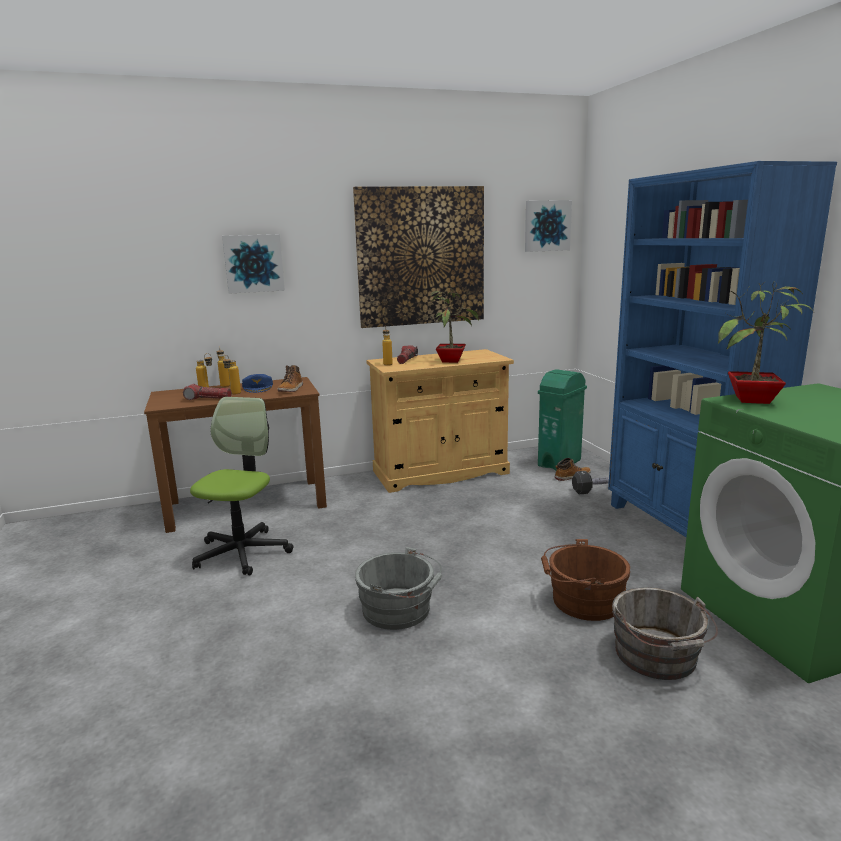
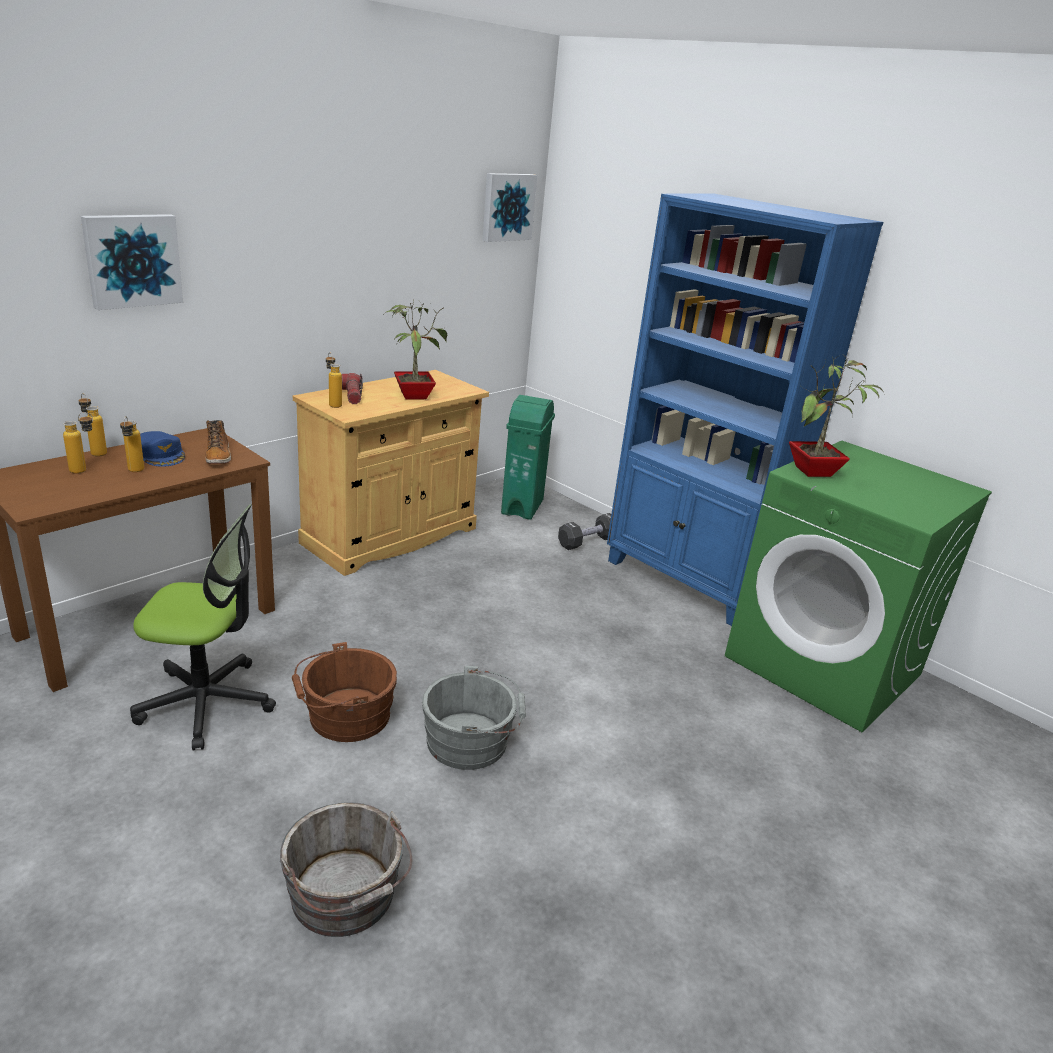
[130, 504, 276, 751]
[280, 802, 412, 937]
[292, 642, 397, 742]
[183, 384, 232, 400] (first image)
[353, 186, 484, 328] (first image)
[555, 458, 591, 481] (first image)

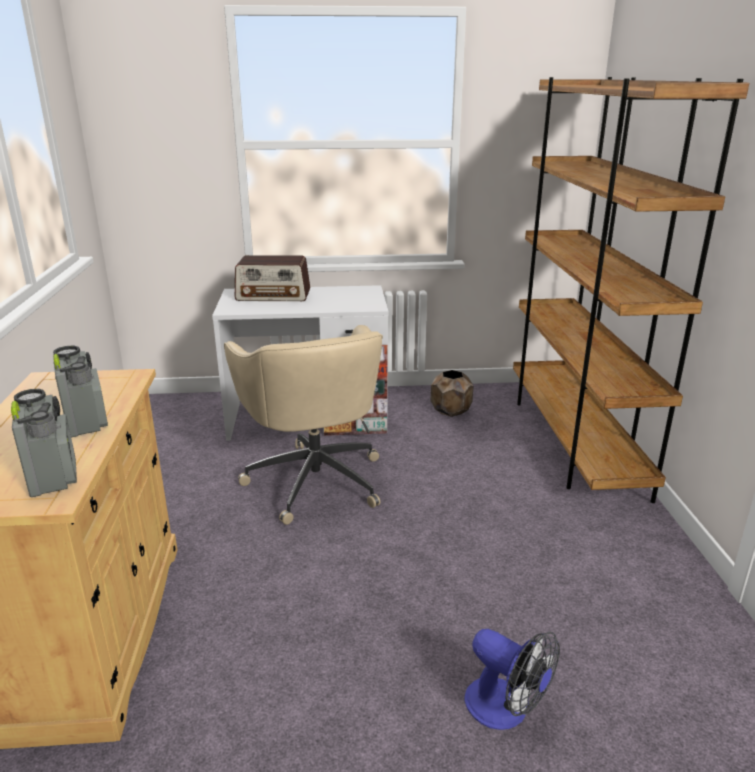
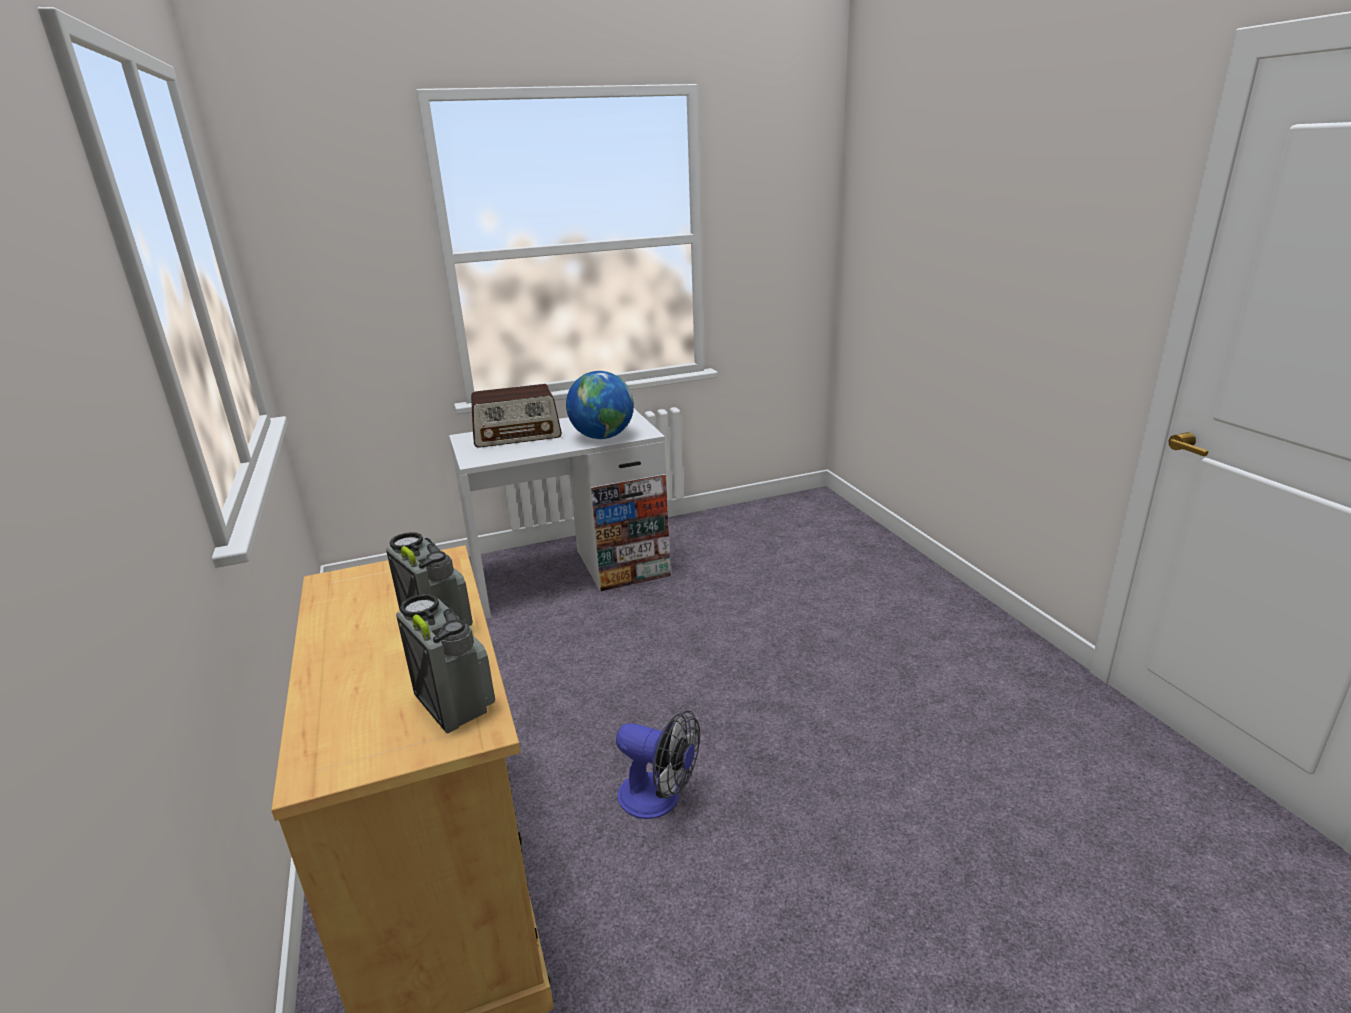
[566, 371, 634, 439]
[616, 710, 700, 819]
[224, 325, 383, 525] (first image)
[430, 370, 474, 417] (first image)
[513, 77, 749, 503] (first image)

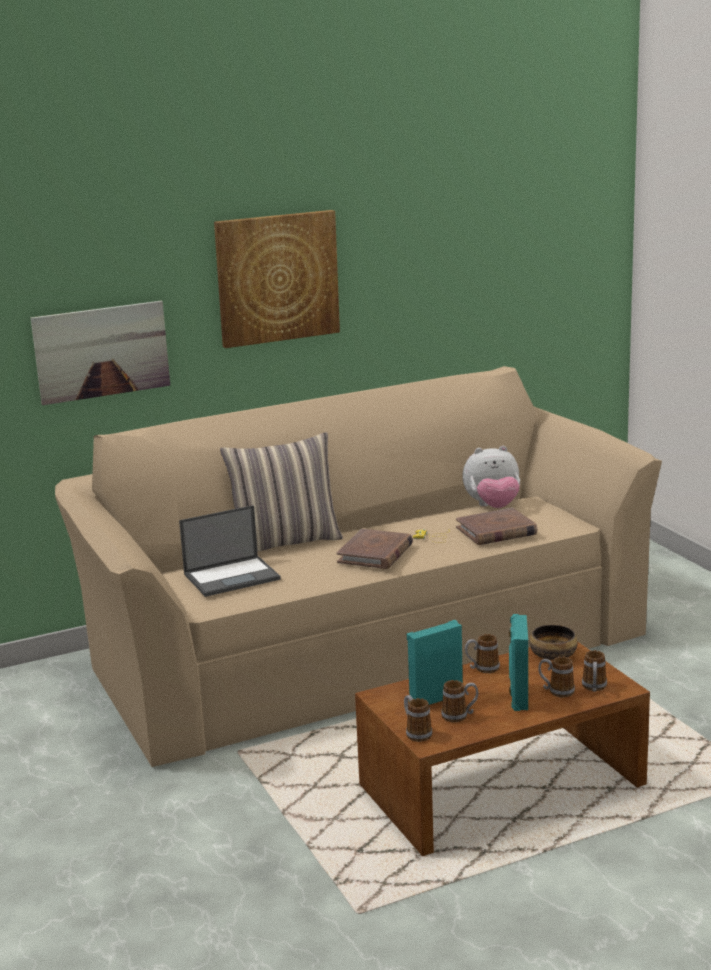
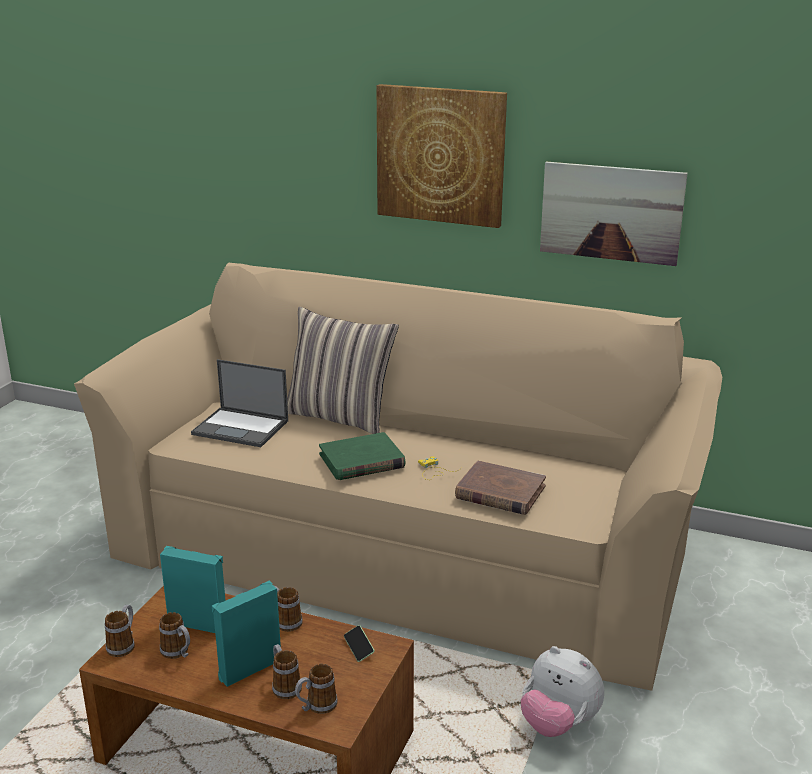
[319, 432, 406, 480]
[344, 625, 375, 662]
[521, 646, 604, 737]
[540, 161, 688, 266]

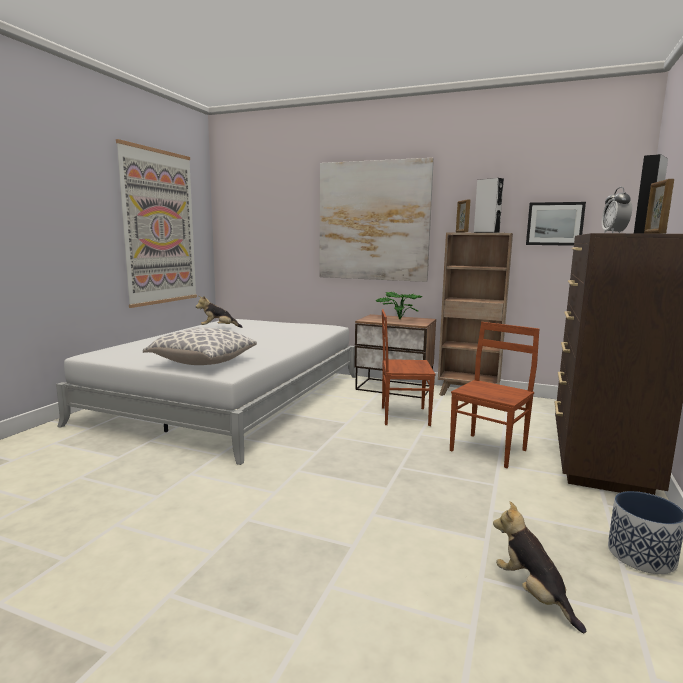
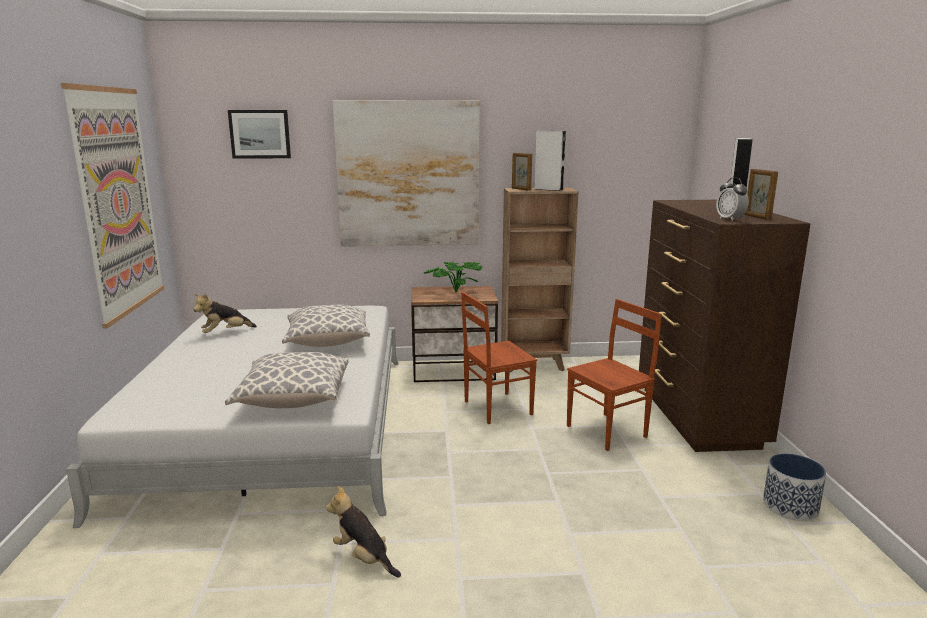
[228, 110, 291, 159]
[282, 304, 370, 347]
[326, 486, 401, 578]
[567, 299, 662, 451]

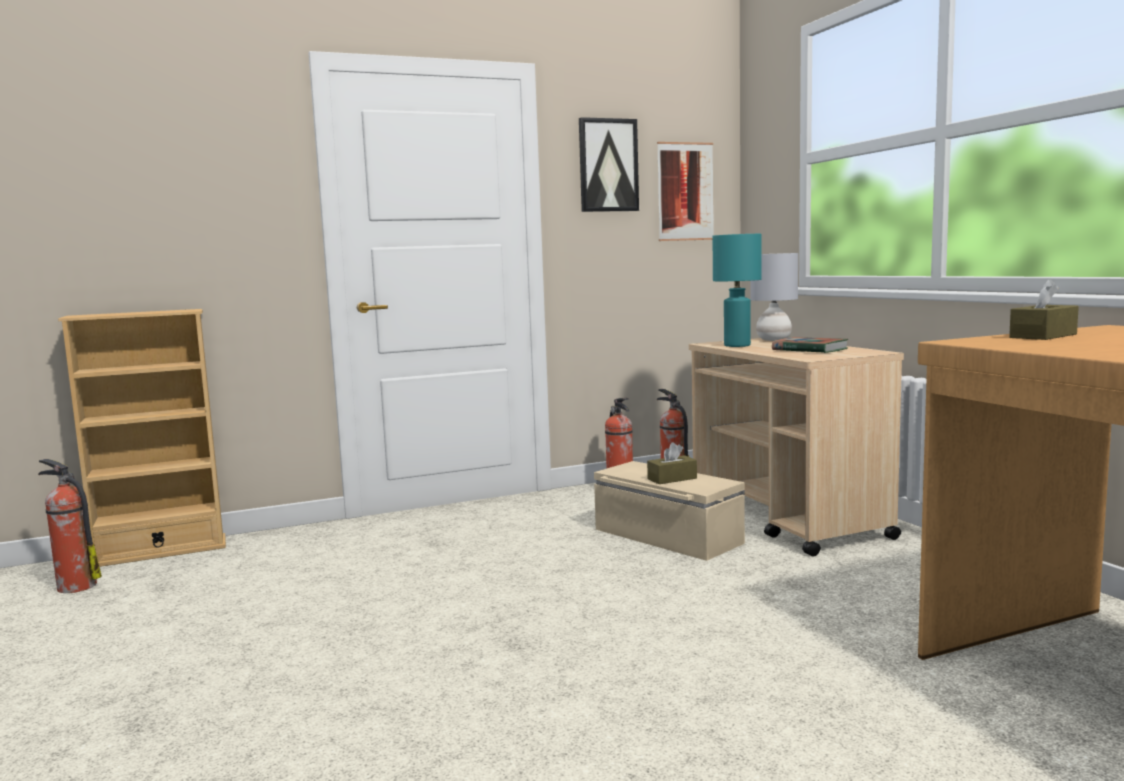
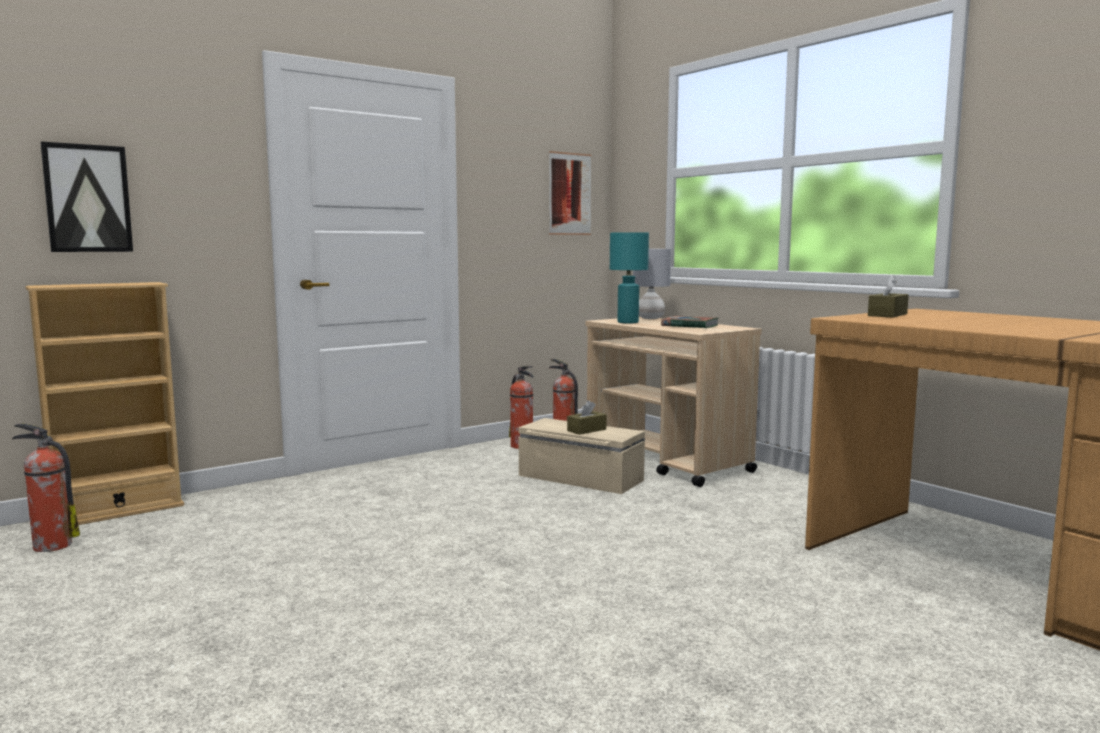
[40, 141, 133, 252]

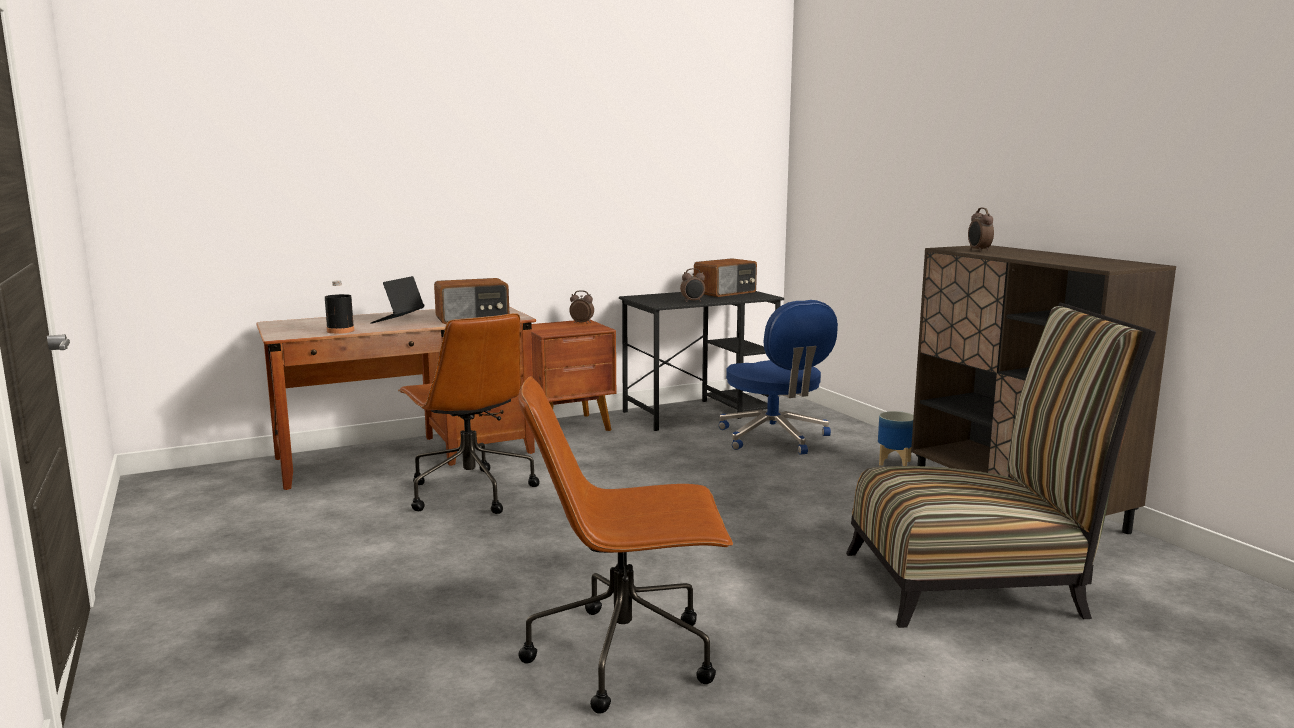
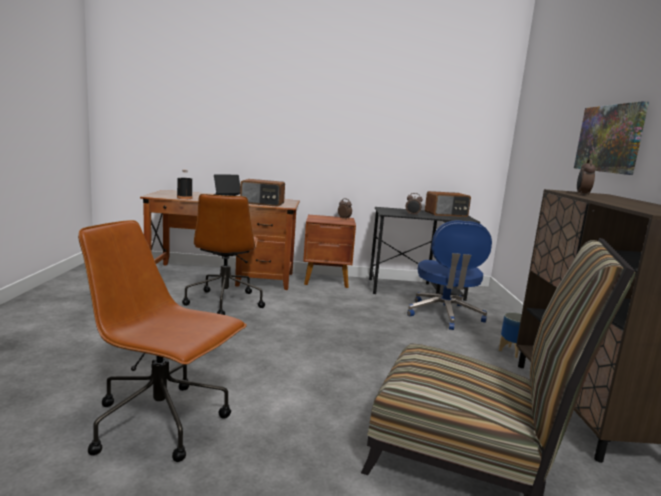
[574, 101, 649, 175]

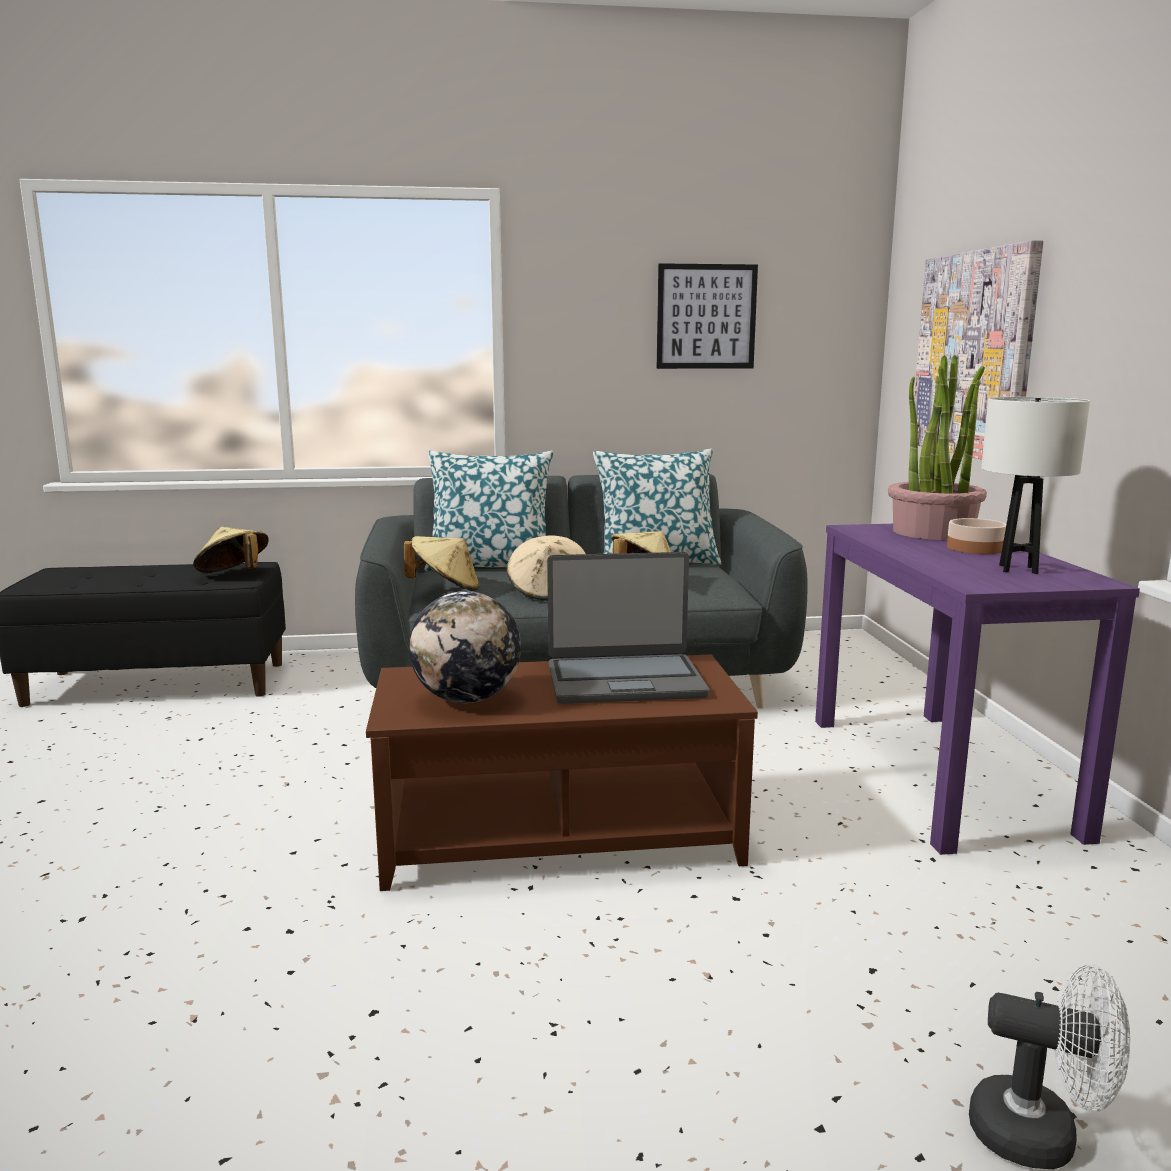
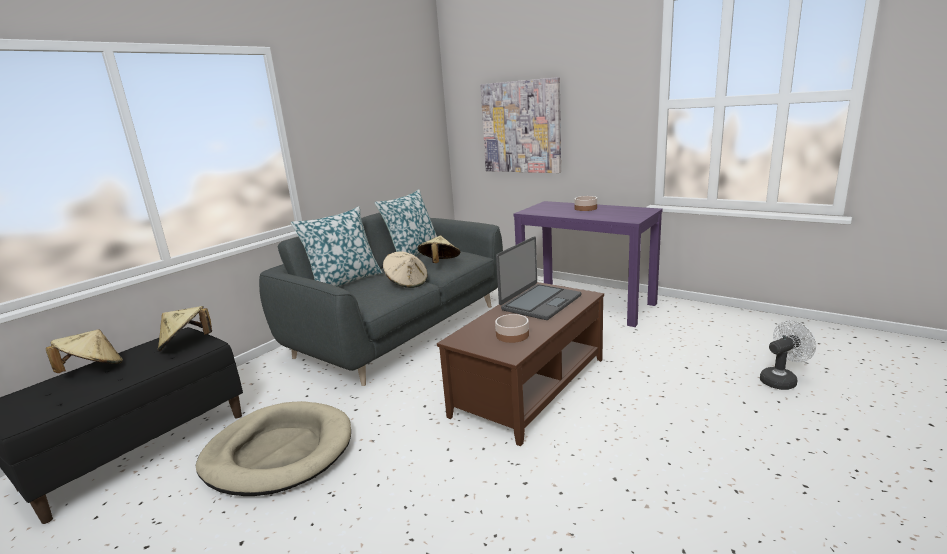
[45, 329, 123, 373]
[196, 401, 351, 496]
[495, 314, 529, 343]
[657, 263, 758, 369] (first image)
[888, 355, 987, 540] (first image)
[981, 397, 1090, 574] (first image)

